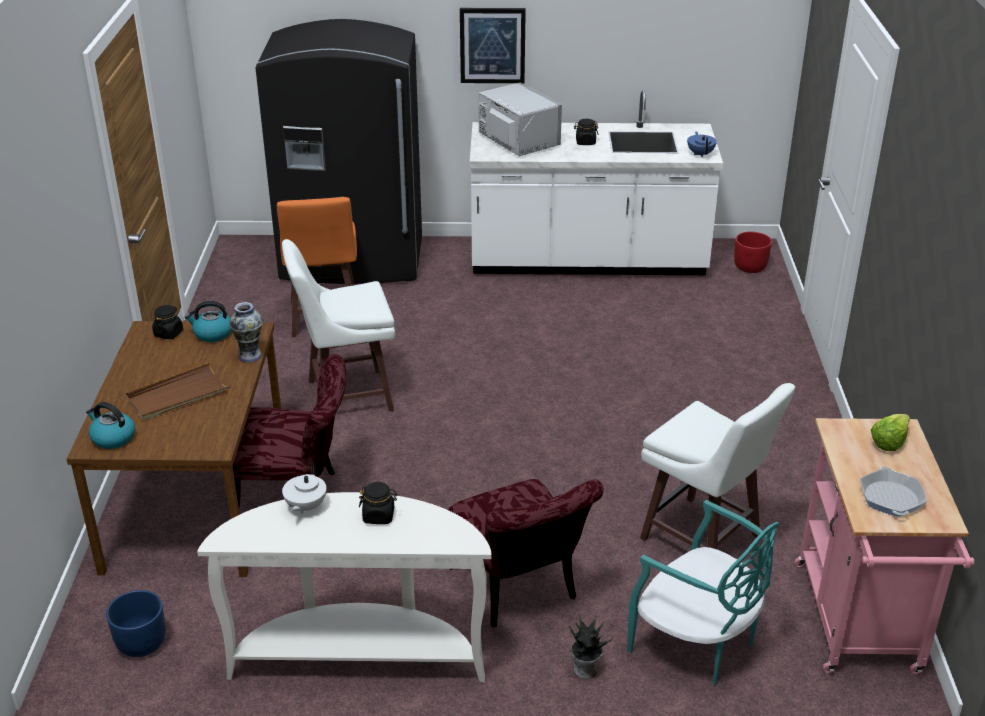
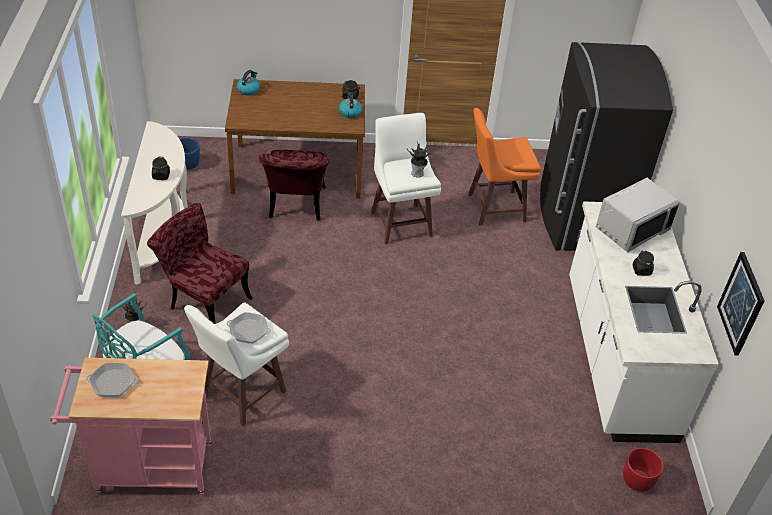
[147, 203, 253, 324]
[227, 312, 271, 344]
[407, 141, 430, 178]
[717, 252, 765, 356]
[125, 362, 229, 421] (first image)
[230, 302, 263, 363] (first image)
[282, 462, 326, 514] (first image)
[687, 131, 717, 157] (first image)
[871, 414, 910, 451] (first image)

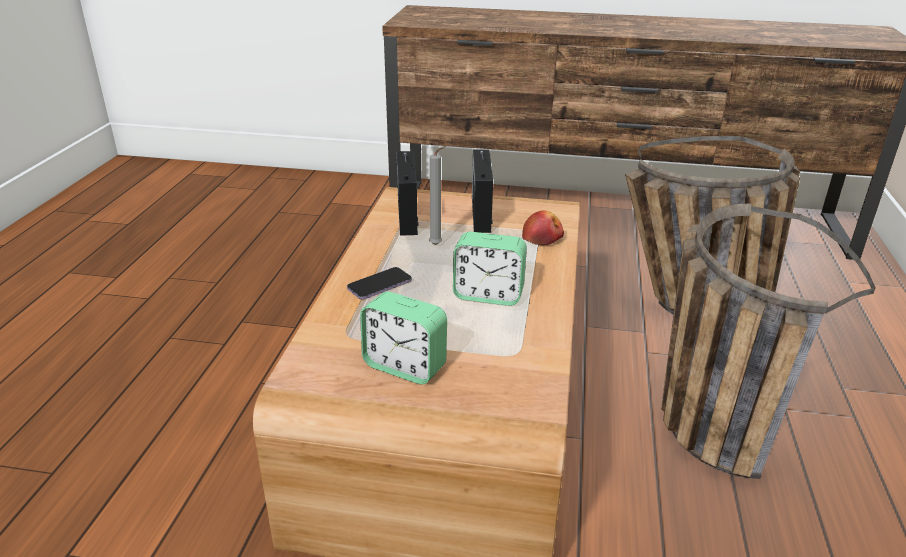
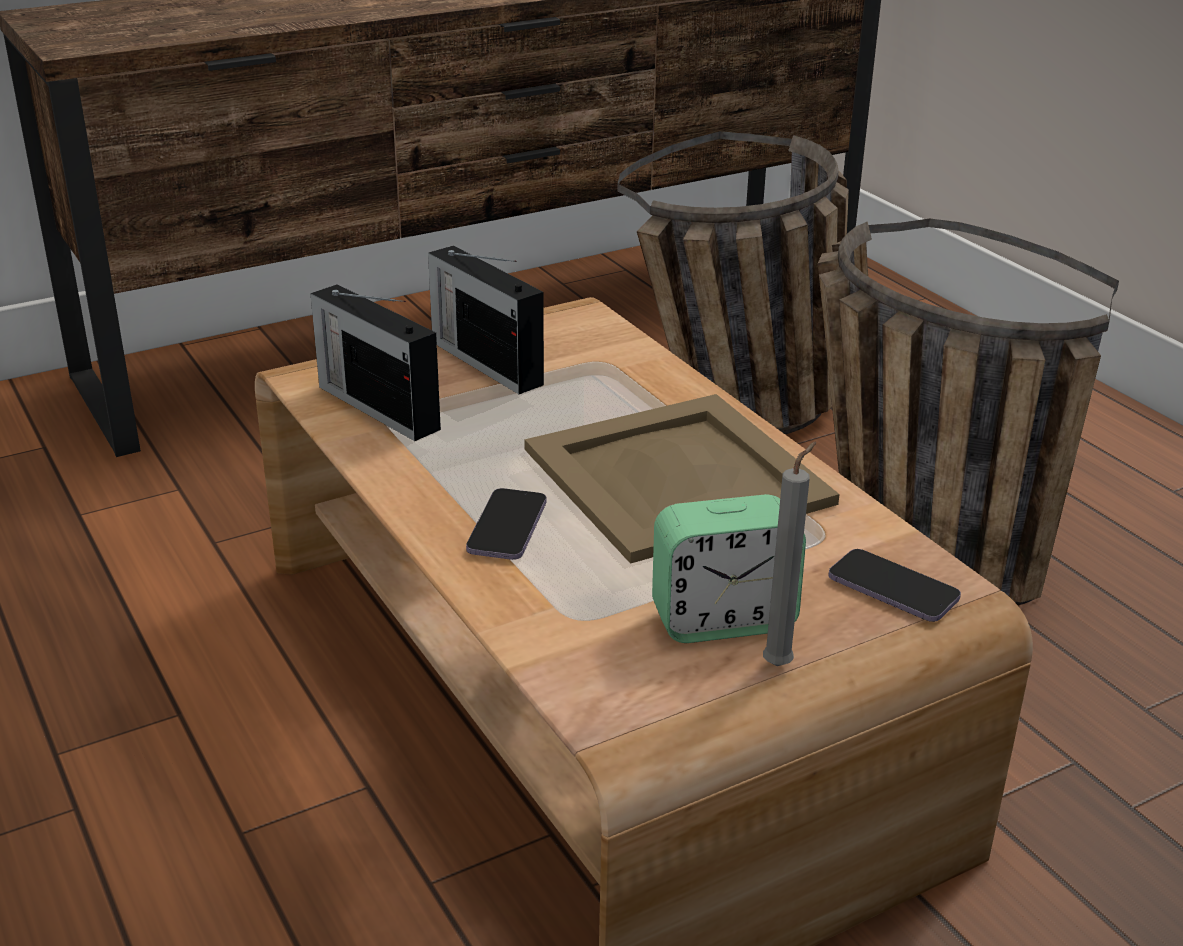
[524, 394, 840, 564]
[763, 441, 816, 666]
[829, 549, 961, 622]
[522, 211, 564, 245] (first image)

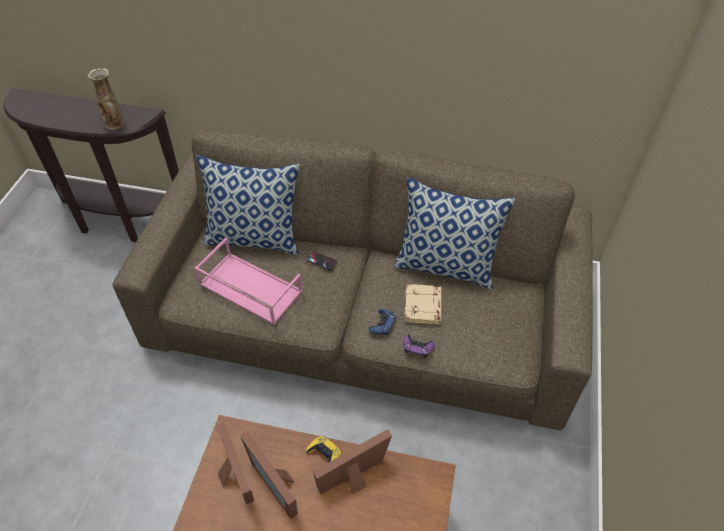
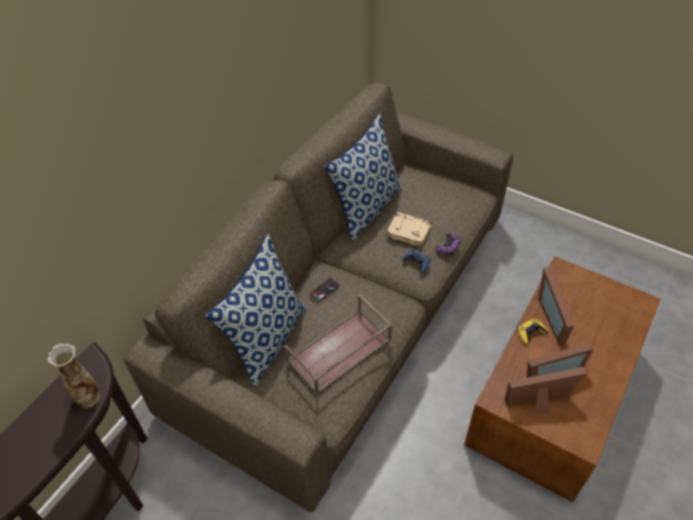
[284, 295, 392, 395]

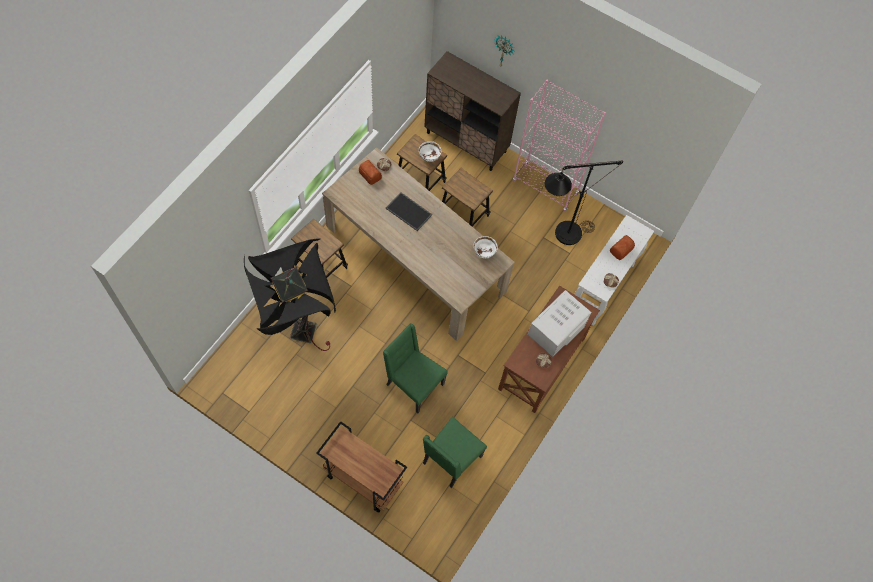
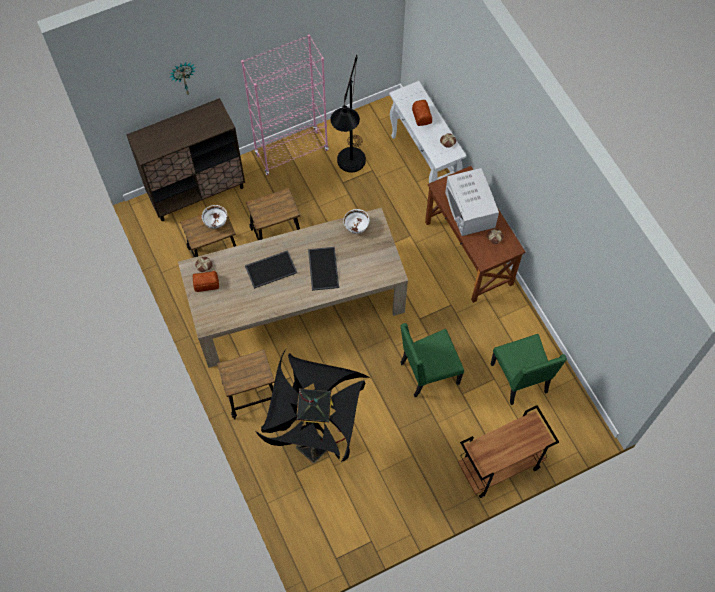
[308, 247, 339, 291]

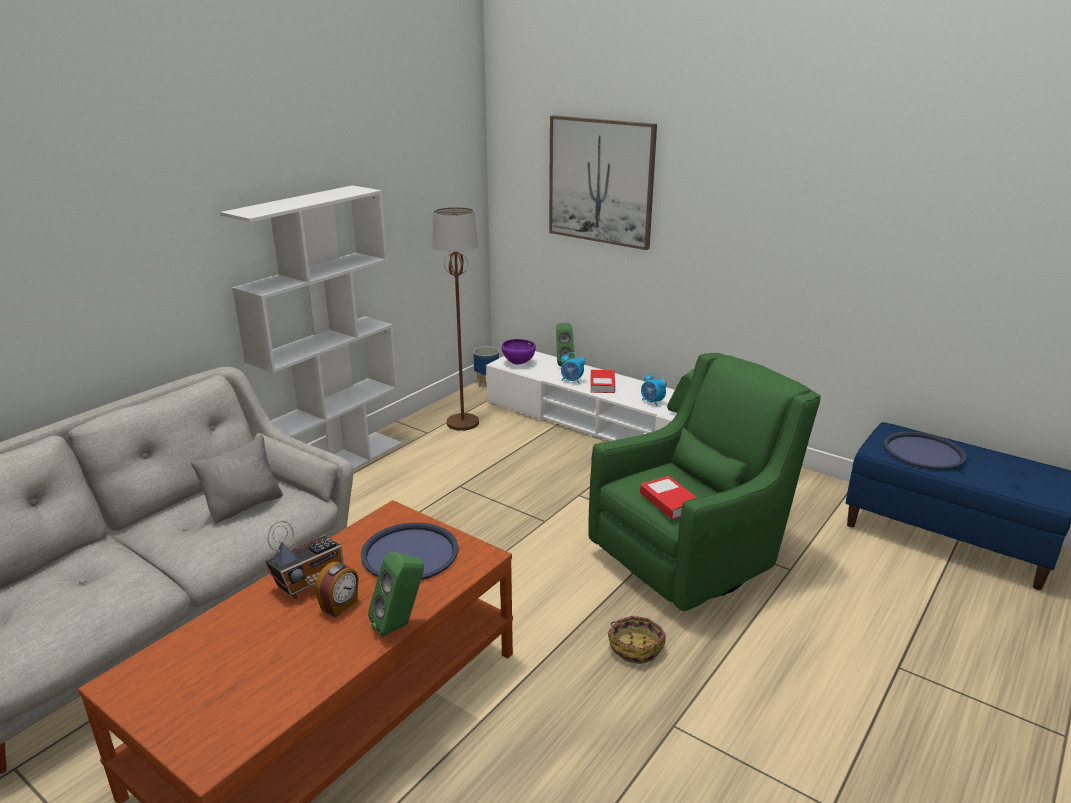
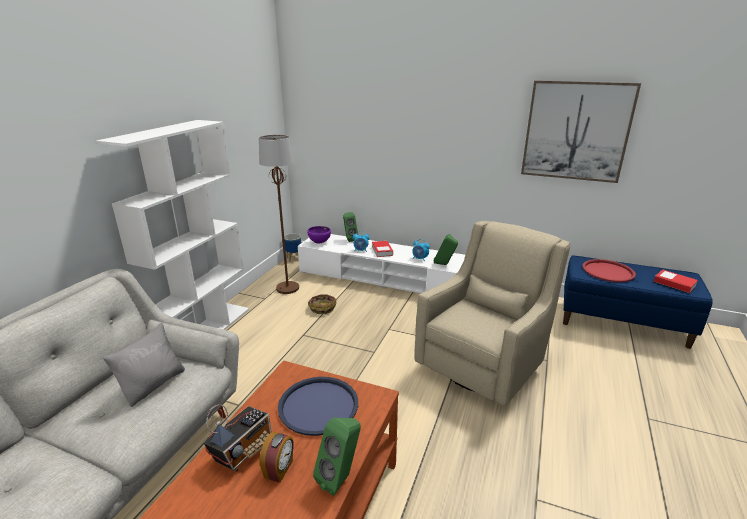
[308, 295, 336, 314]
[415, 221, 570, 406]
[521, 80, 641, 183]
[582, 259, 636, 282]
[654, 270, 698, 293]

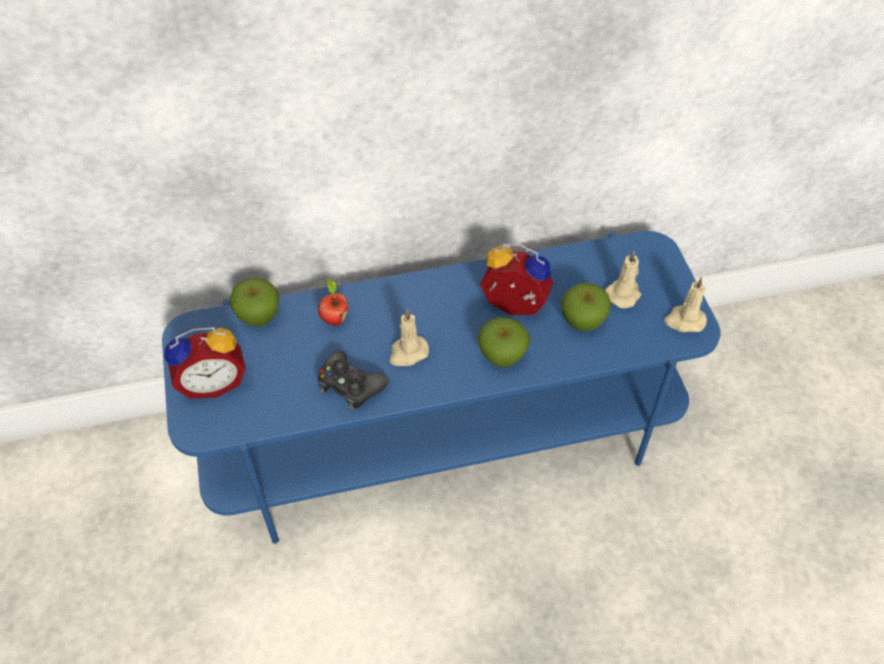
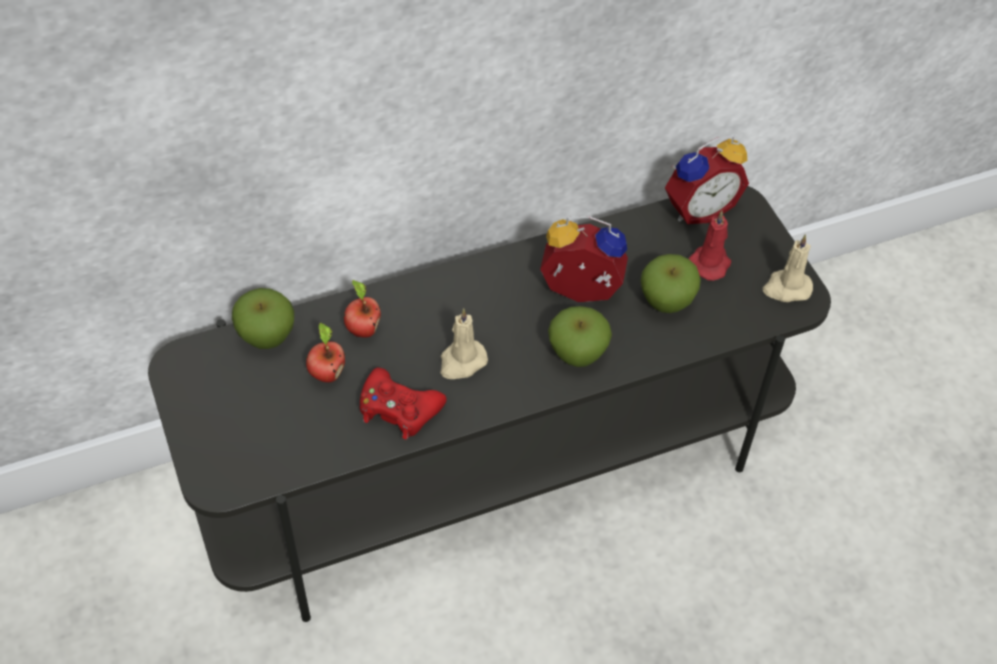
[148, 186, 831, 622]
[306, 322, 345, 382]
[360, 368, 447, 440]
[665, 135, 749, 224]
[688, 210, 731, 281]

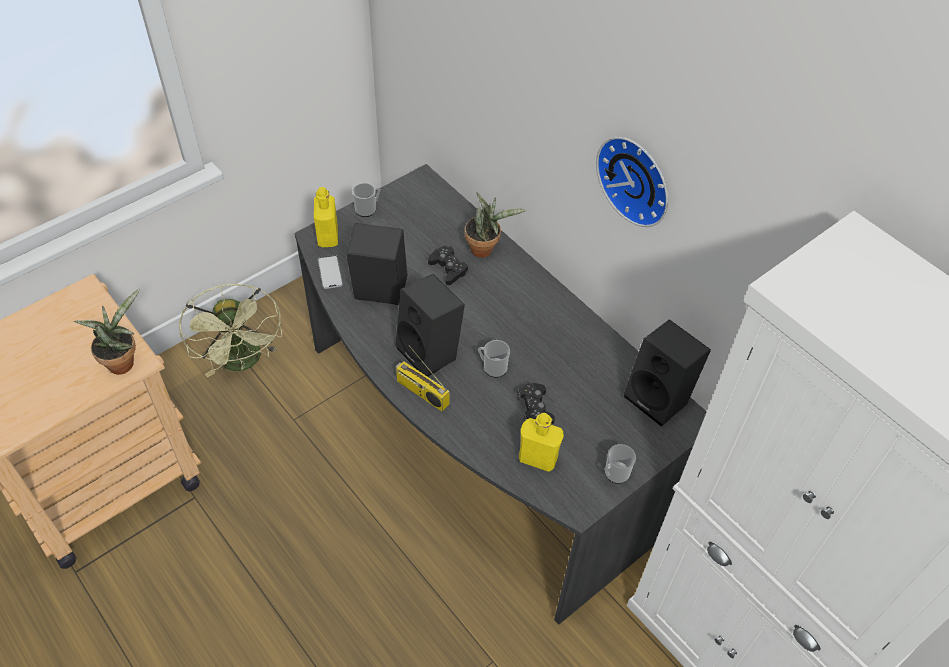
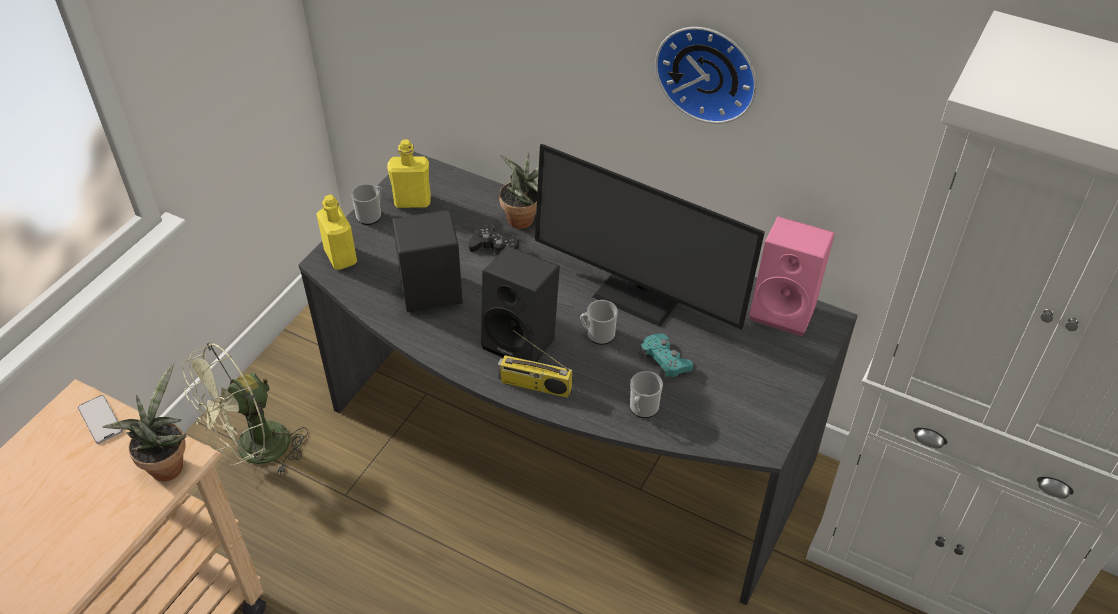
[78, 395, 123, 444]
[182, 342, 308, 475]
[387, 140, 431, 208]
[535, 144, 765, 330]
[630, 371, 663, 418]
[639, 334, 693, 380]
[749, 216, 835, 336]

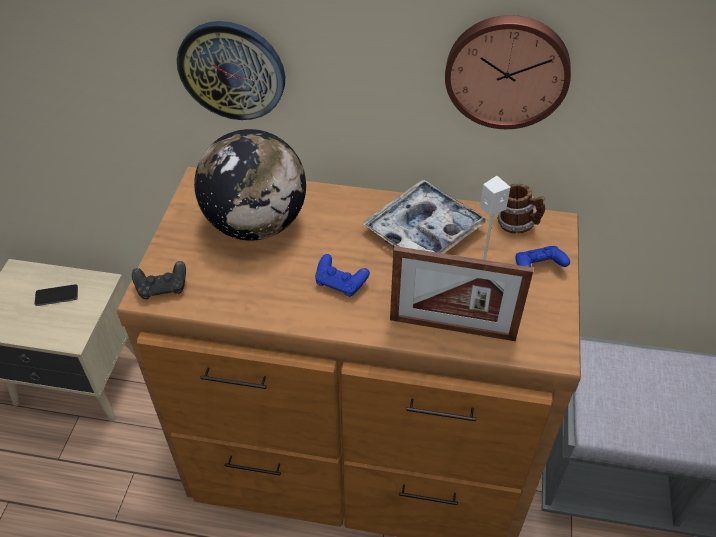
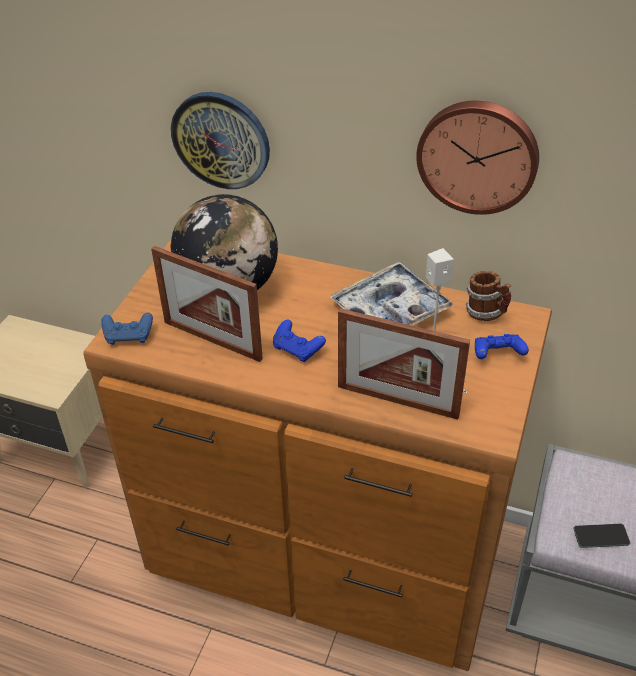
[101, 313, 153, 345]
[151, 246, 263, 362]
[573, 524, 630, 548]

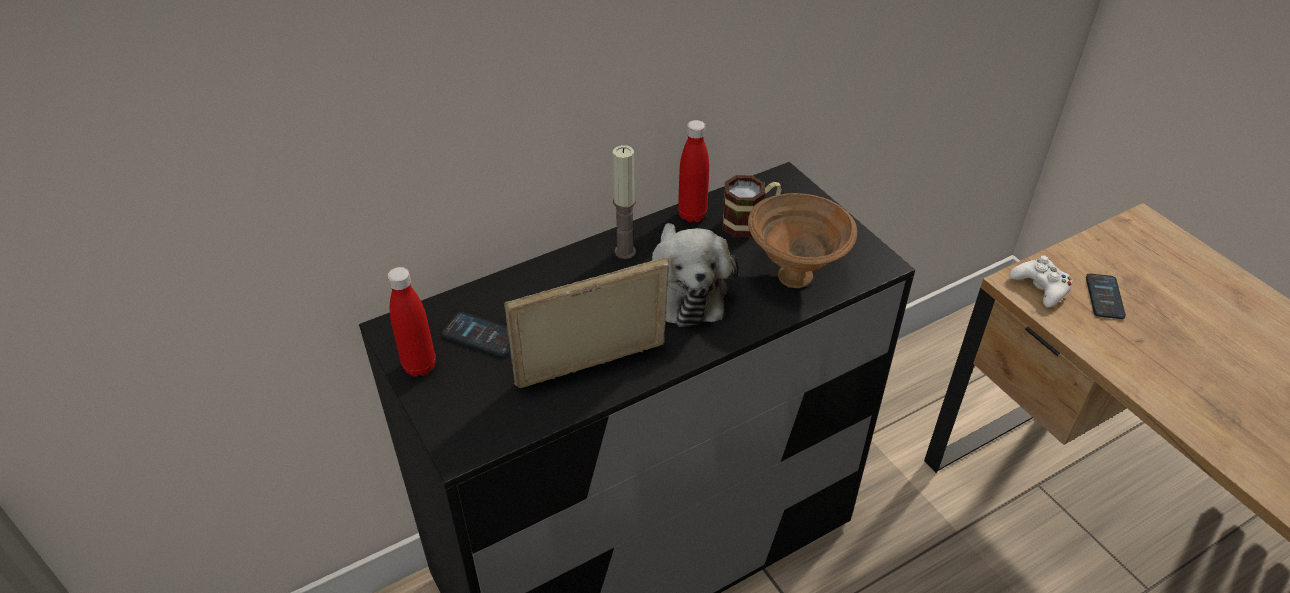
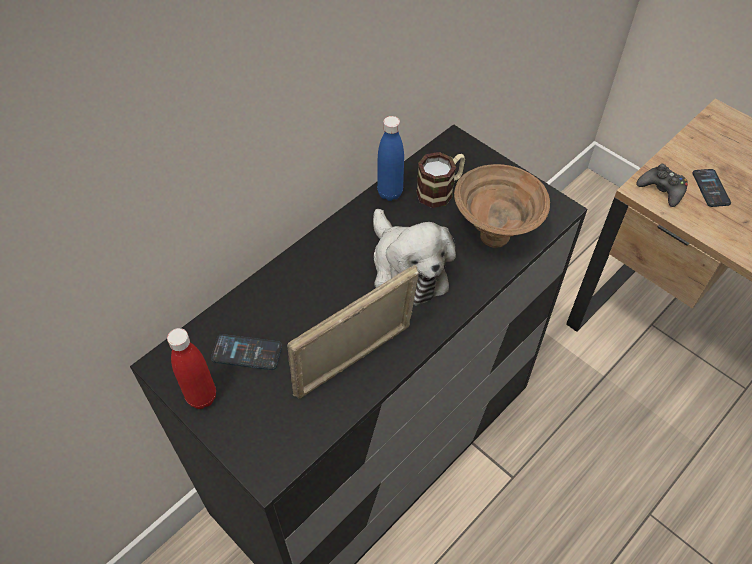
[377, 116, 404, 201]
[636, 164, 688, 207]
[613, 145, 636, 259] (first image)

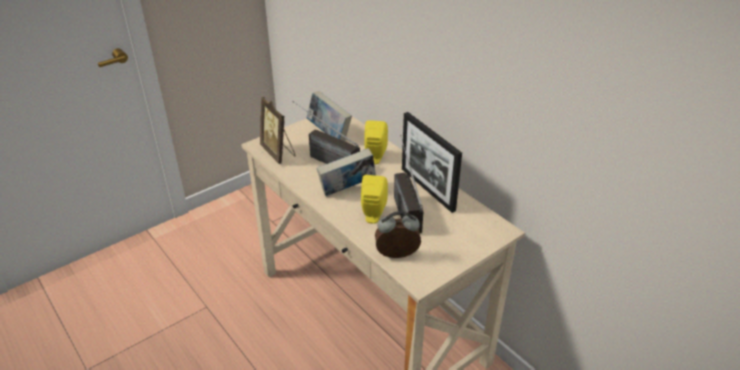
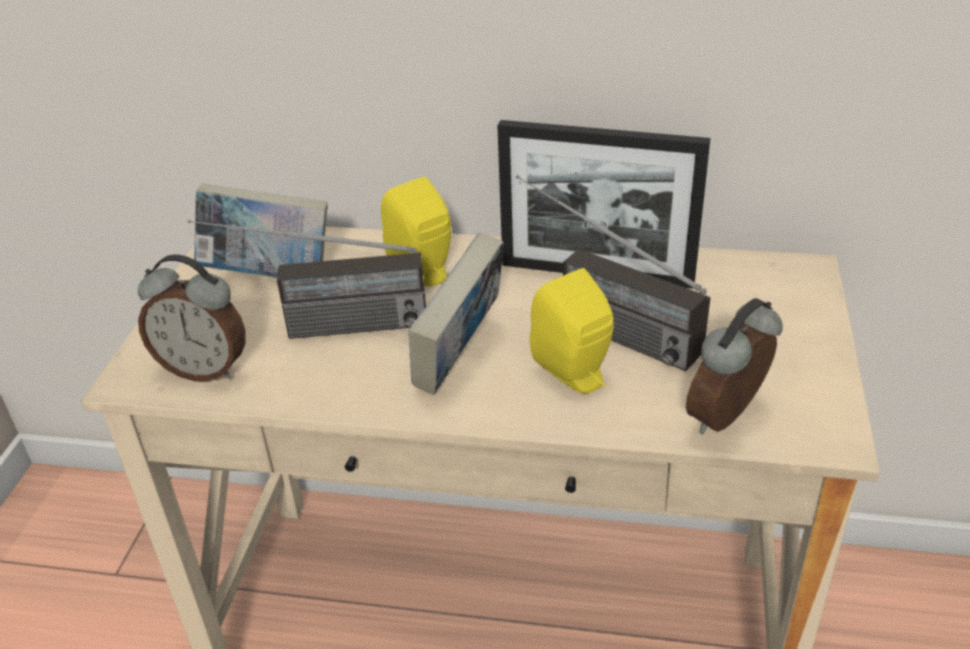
[138, 255, 246, 381]

